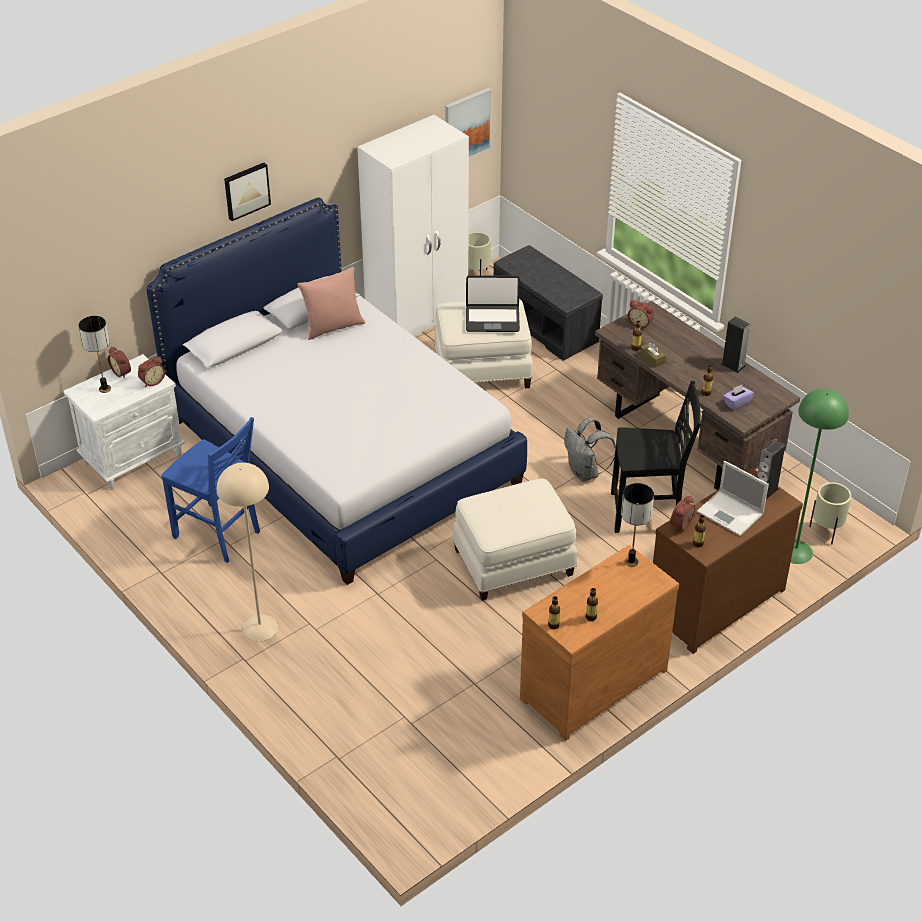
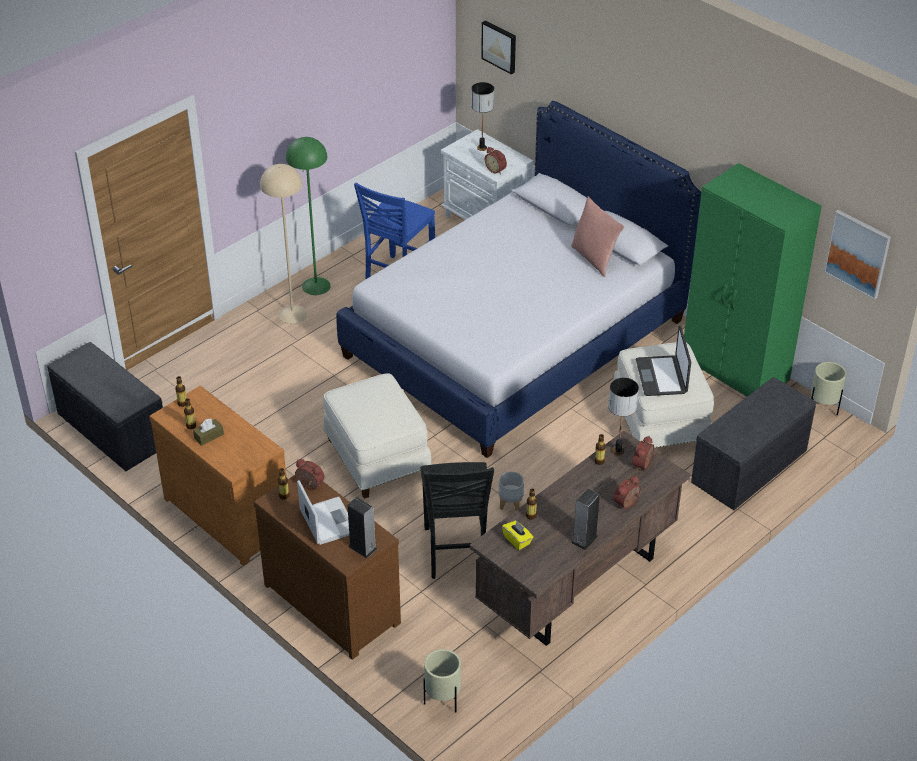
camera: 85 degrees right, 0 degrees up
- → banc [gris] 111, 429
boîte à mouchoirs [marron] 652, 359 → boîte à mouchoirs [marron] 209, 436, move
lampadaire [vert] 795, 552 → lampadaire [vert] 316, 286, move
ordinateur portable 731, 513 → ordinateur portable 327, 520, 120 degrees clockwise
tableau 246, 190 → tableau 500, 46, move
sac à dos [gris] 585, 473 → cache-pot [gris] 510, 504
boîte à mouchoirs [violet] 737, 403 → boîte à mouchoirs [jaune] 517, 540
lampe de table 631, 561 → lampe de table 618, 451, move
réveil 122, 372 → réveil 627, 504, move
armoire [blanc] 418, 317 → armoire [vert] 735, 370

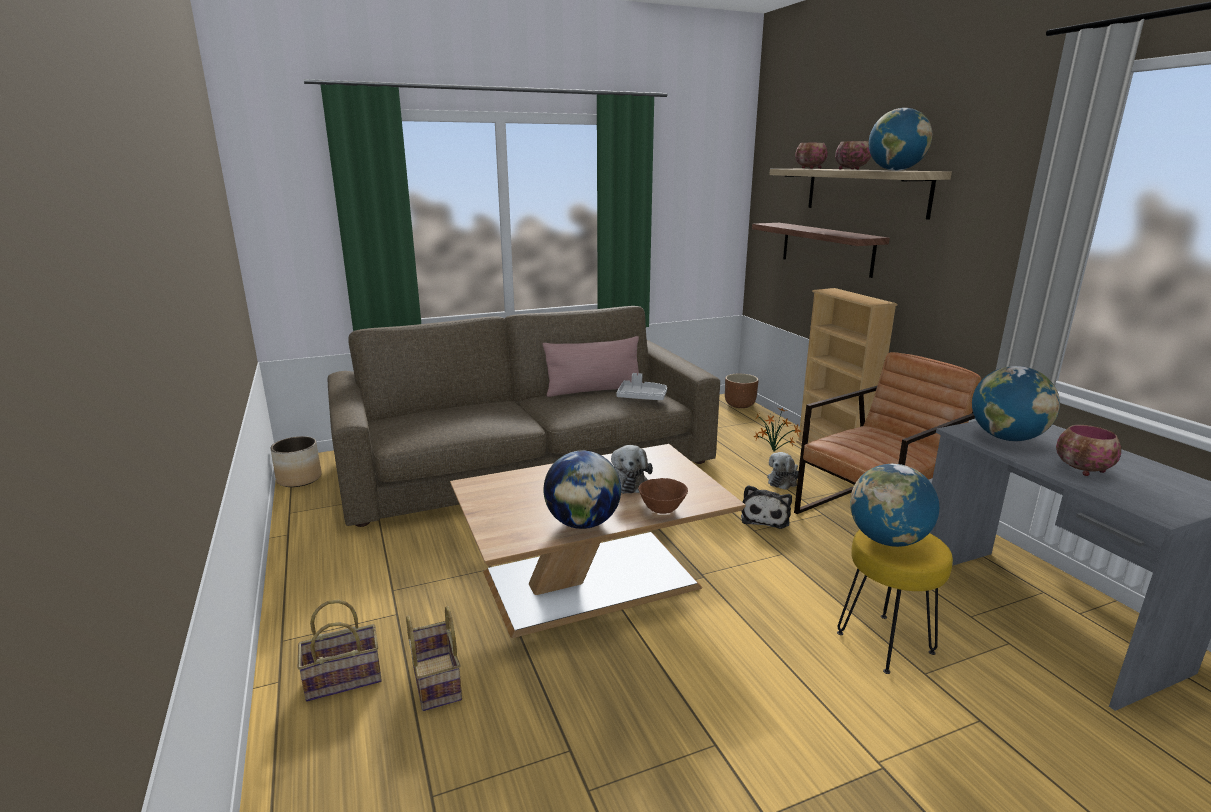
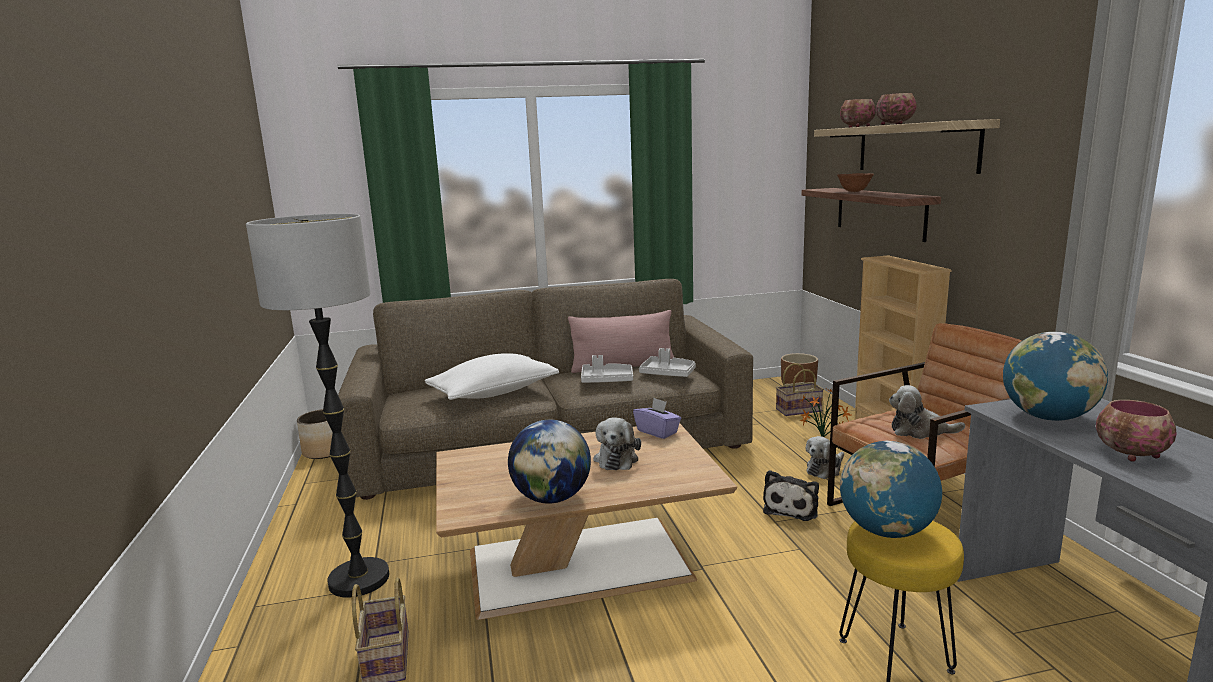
camera: 10 degrees right, 5 degrees down
- → lampadaire 358, 579
- → coussin [blanc] 494, 393
- → plateau [gris] 606, 380
- → boîte à mouchoirs [violet] 657, 432
panier 345, 677 → panier 799, 410, move
bol [marron] 662, 510 → bol [marron] 854, 191, move
- → peluche 920, 431
globe 895, 170 → -

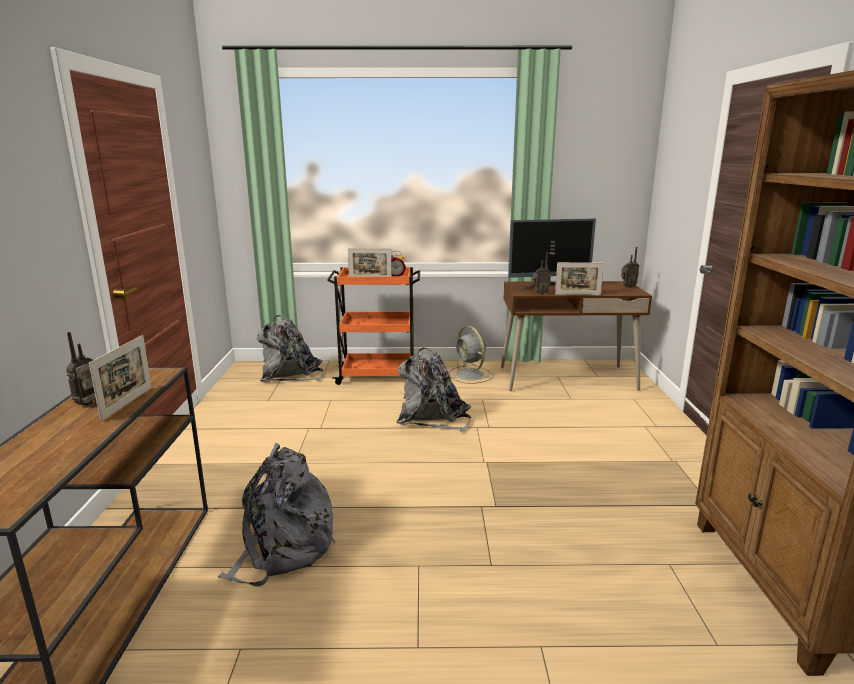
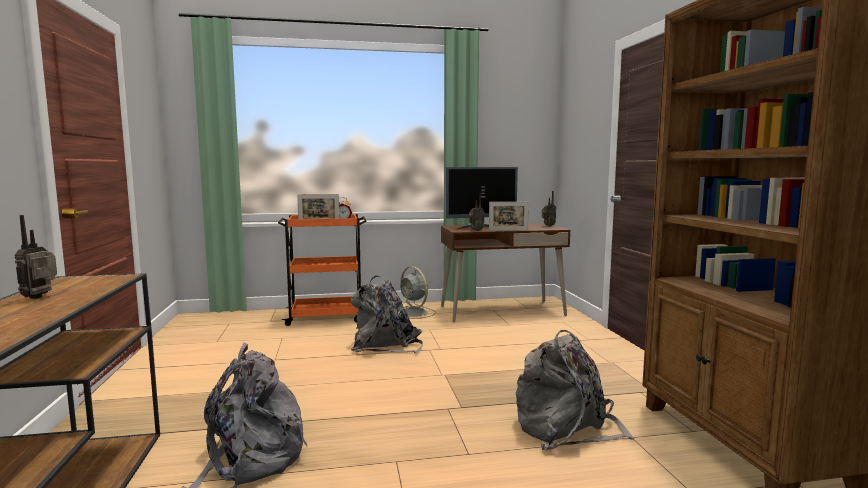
camera: 10 degrees left, 10 degrees down
sac à dos [gris] 290, 374 → sac à dos [gris] 567, 429, move
cadre photo 127, 403 → -

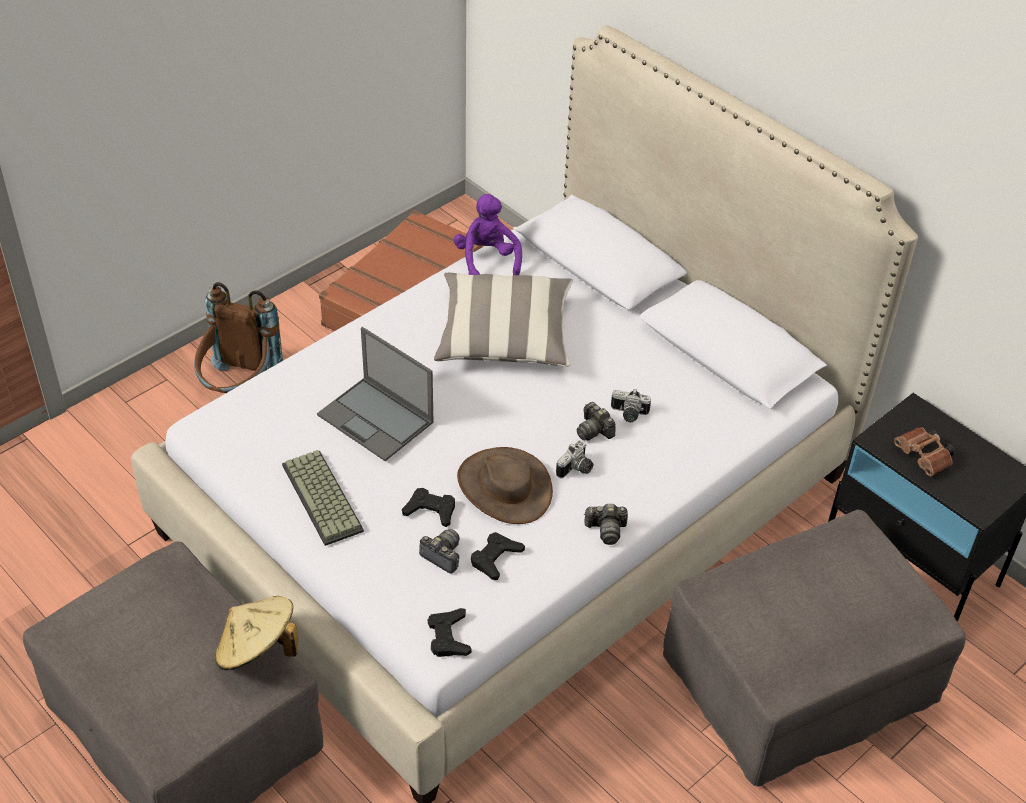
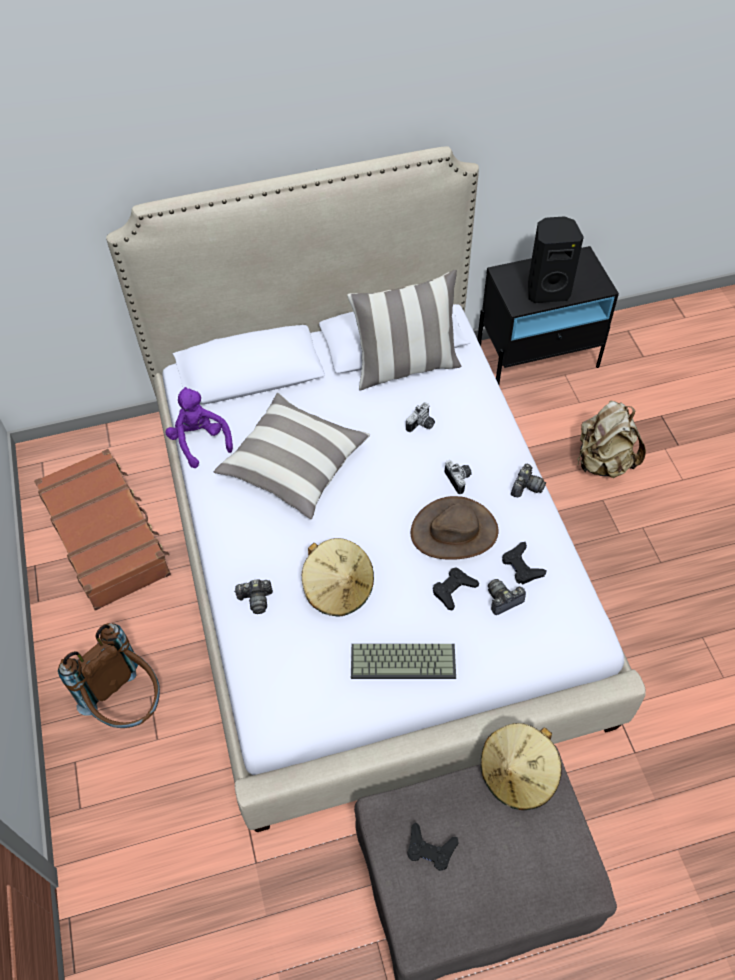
camera: 60 degrees left, 10 degrees up
peluche [violet] 487, 260 → peluche [violet] 200, 441, 45 degrees clockwise
appareil photo 594, 430 → appareil photo 256, 599, move
ordinateur portable 376, 419 → chapeau [beige] 339, 588
- → coussin 405, 366
manette [noir] 448, 637 → manette [noir] 430, 849, move
jumelles [marron] 924, 458 → enceinte [noir] 547, 290
pouf [gris] 799, 681 → sac à dos [beige] 603, 462

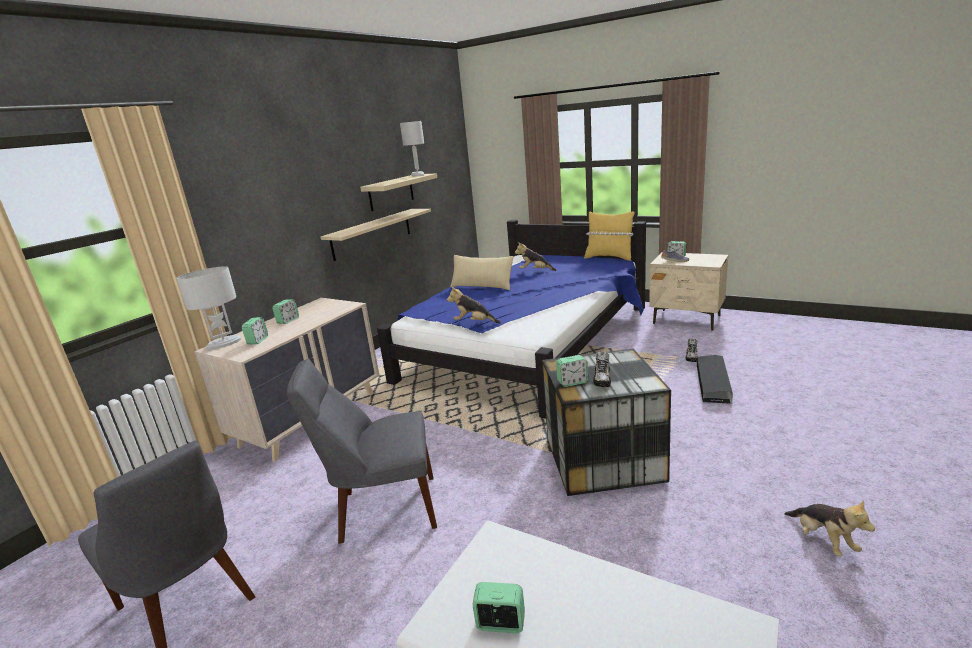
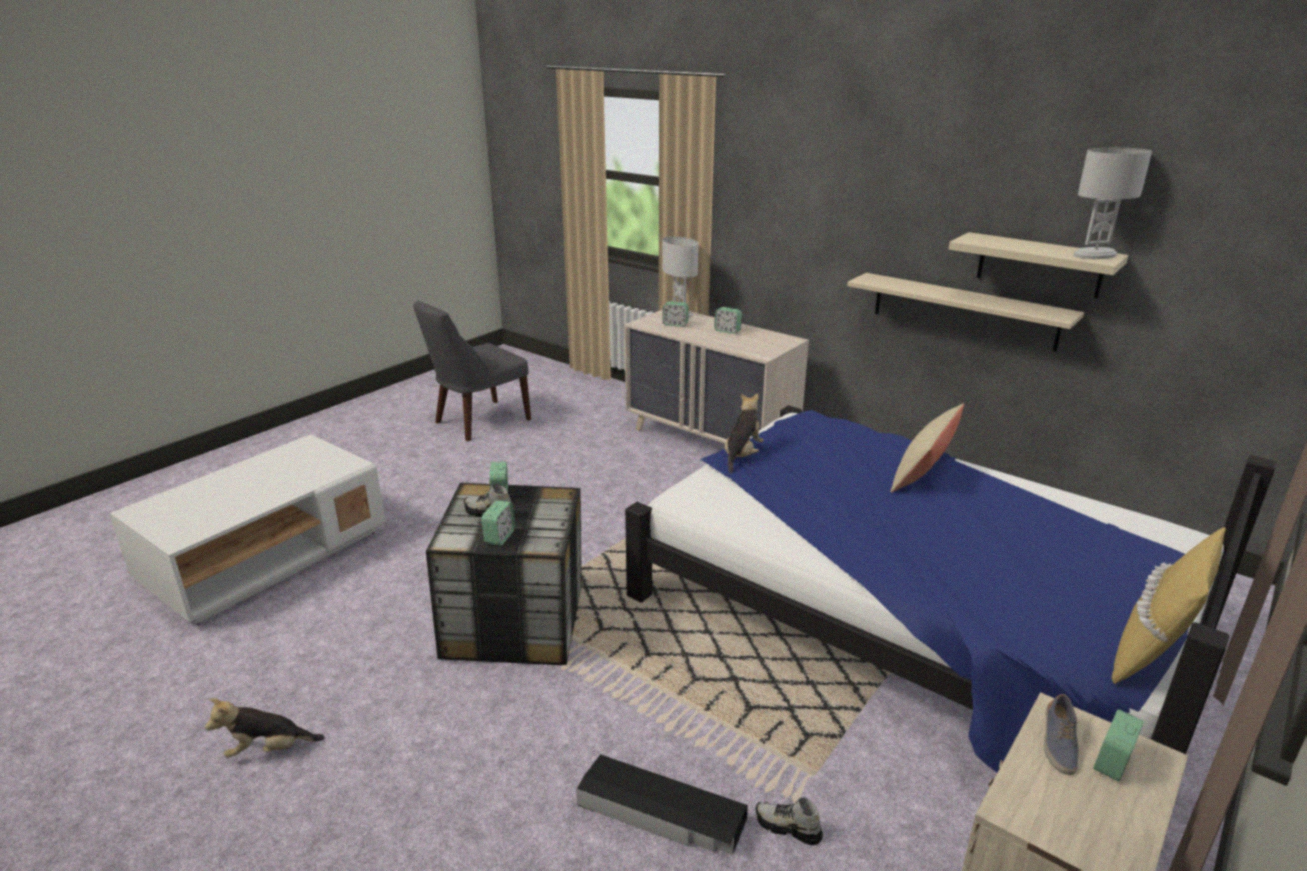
camera: 95 degrees right, 5 degrees up
réveil 501, 623 → réveil 500, 537, move
chaise [gris] 383, 509 → -
peluche 535, 271 → -

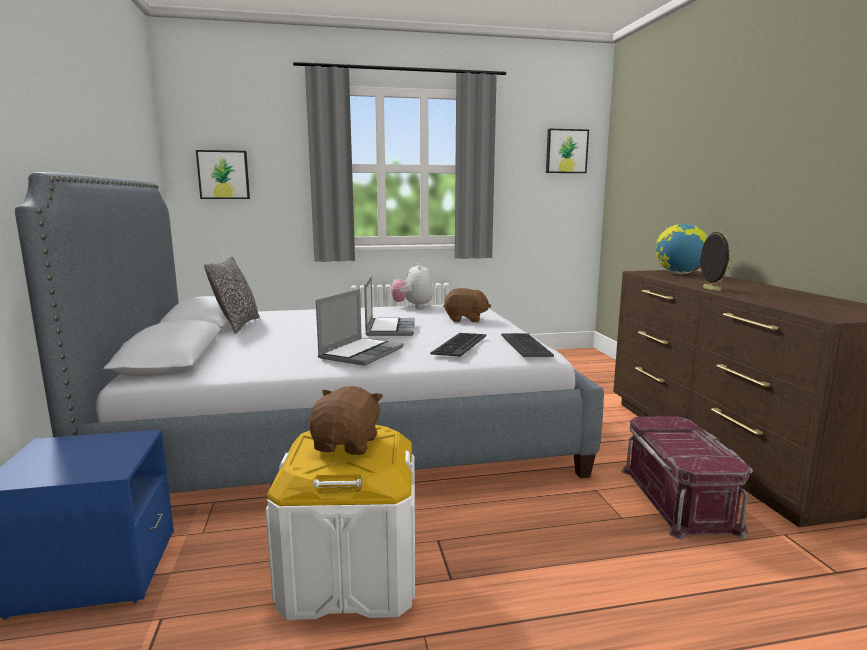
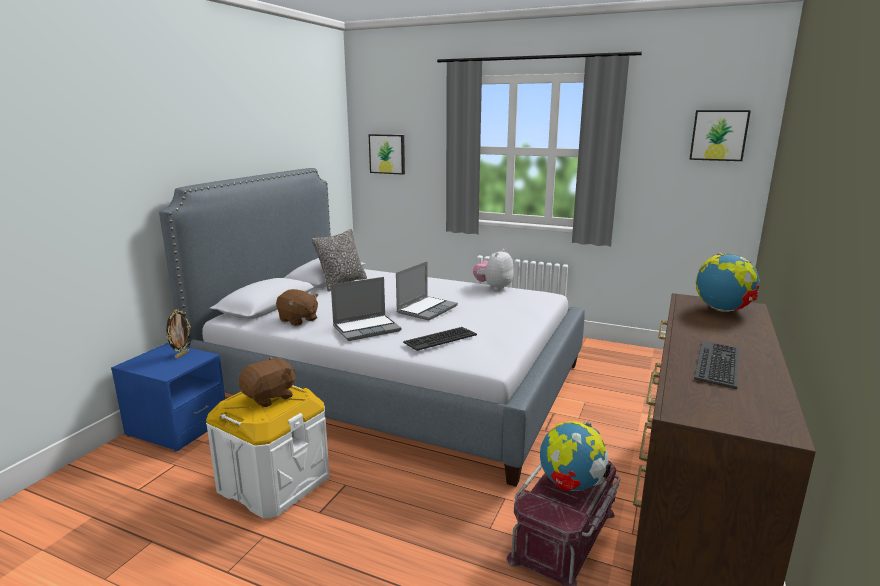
camera: 35 degrees right, 5 degrees up
cadre photo 710, 289 → cadre photo 181, 355, move
peluche [marron] 465, 319 → peluche [marron] 298, 320, move
- → globe 571, 485
clavier 526, 345 → clavier 718, 364, move

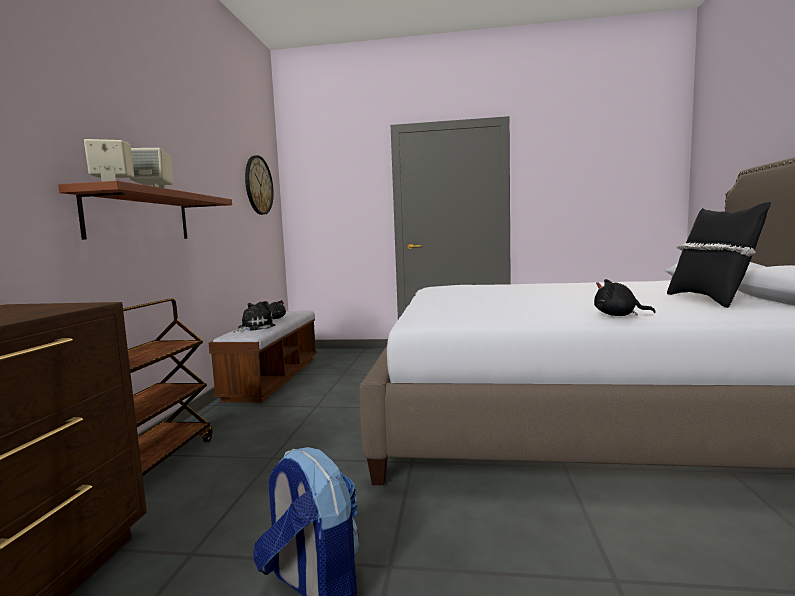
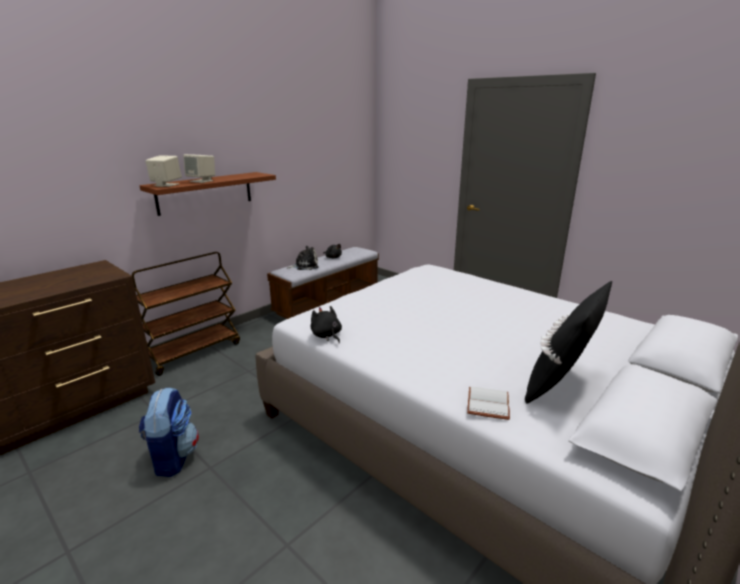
camera: 35 degrees right, 15 degrees up
peluche [noir] 618, 315 → peluche [noir] 327, 335, move
- → livre [blanc] 489, 404
horloge murale 258, 185 → -

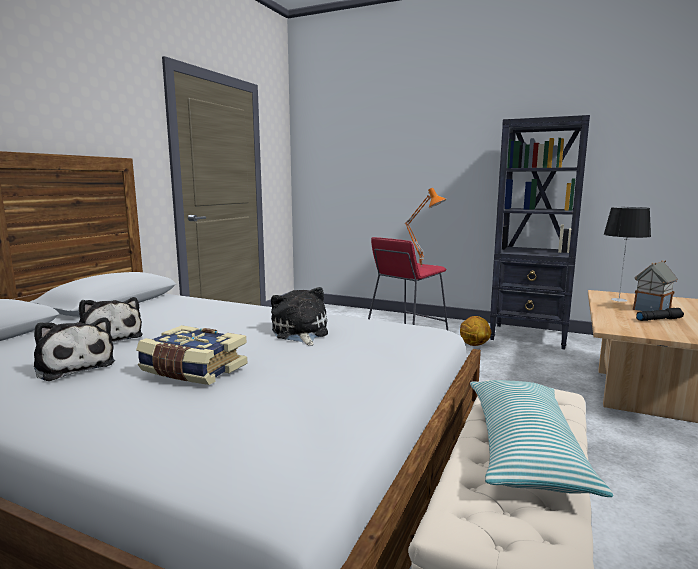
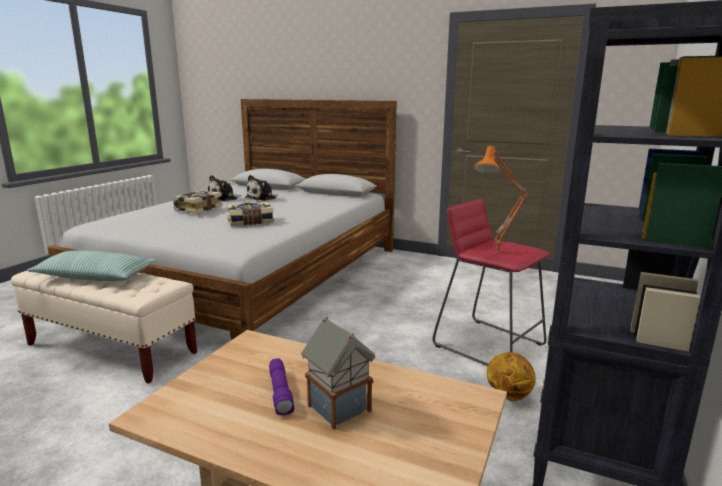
camera: 90 degrees right, 5 degrees up
peluche 300, 333 → livre 250, 222
lampe de poche [noir] 658, 319 → lampe de poche [violet] 281, 393
lampe de table 618, 300 → -

